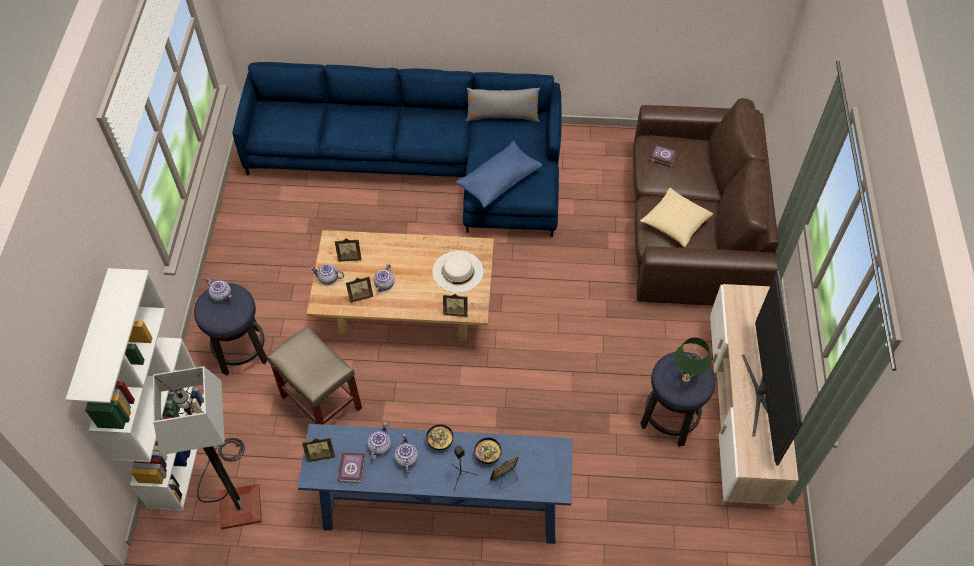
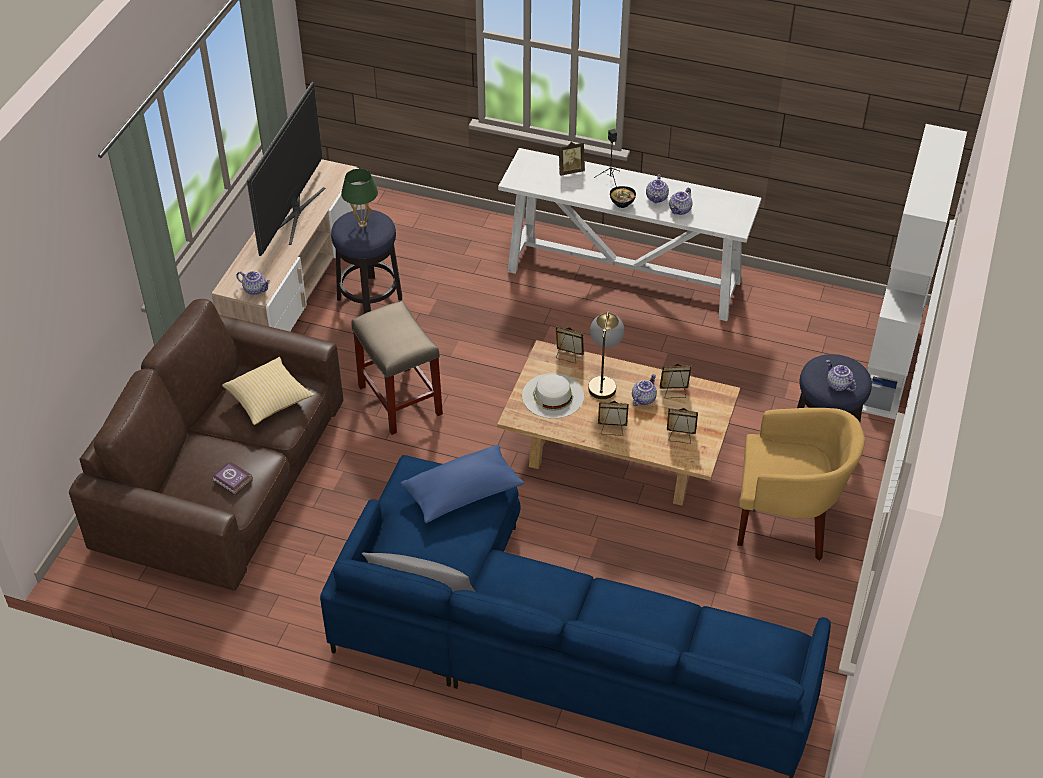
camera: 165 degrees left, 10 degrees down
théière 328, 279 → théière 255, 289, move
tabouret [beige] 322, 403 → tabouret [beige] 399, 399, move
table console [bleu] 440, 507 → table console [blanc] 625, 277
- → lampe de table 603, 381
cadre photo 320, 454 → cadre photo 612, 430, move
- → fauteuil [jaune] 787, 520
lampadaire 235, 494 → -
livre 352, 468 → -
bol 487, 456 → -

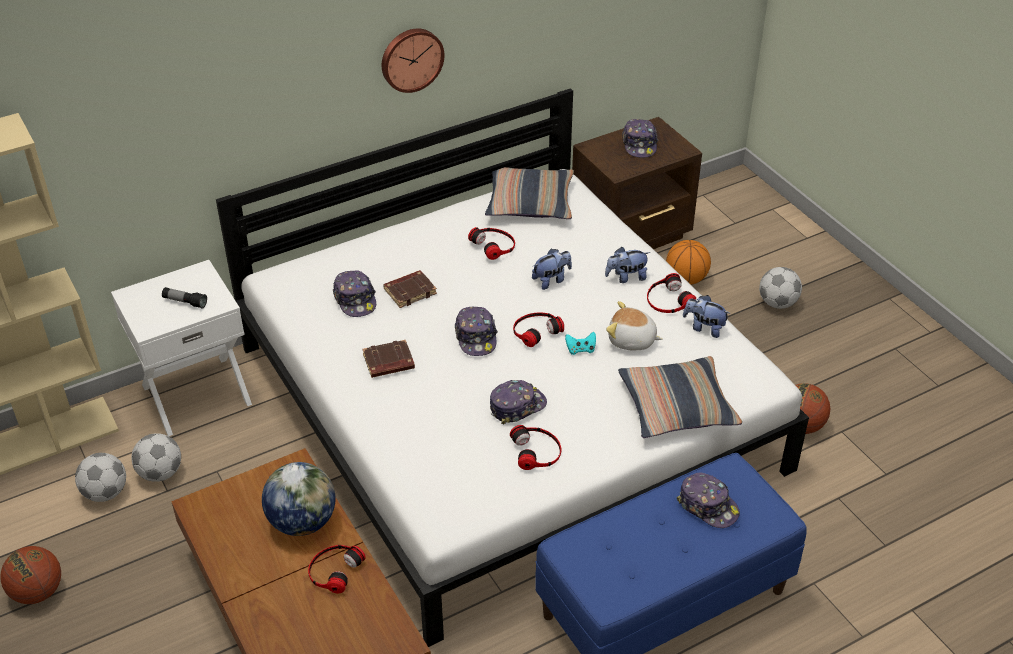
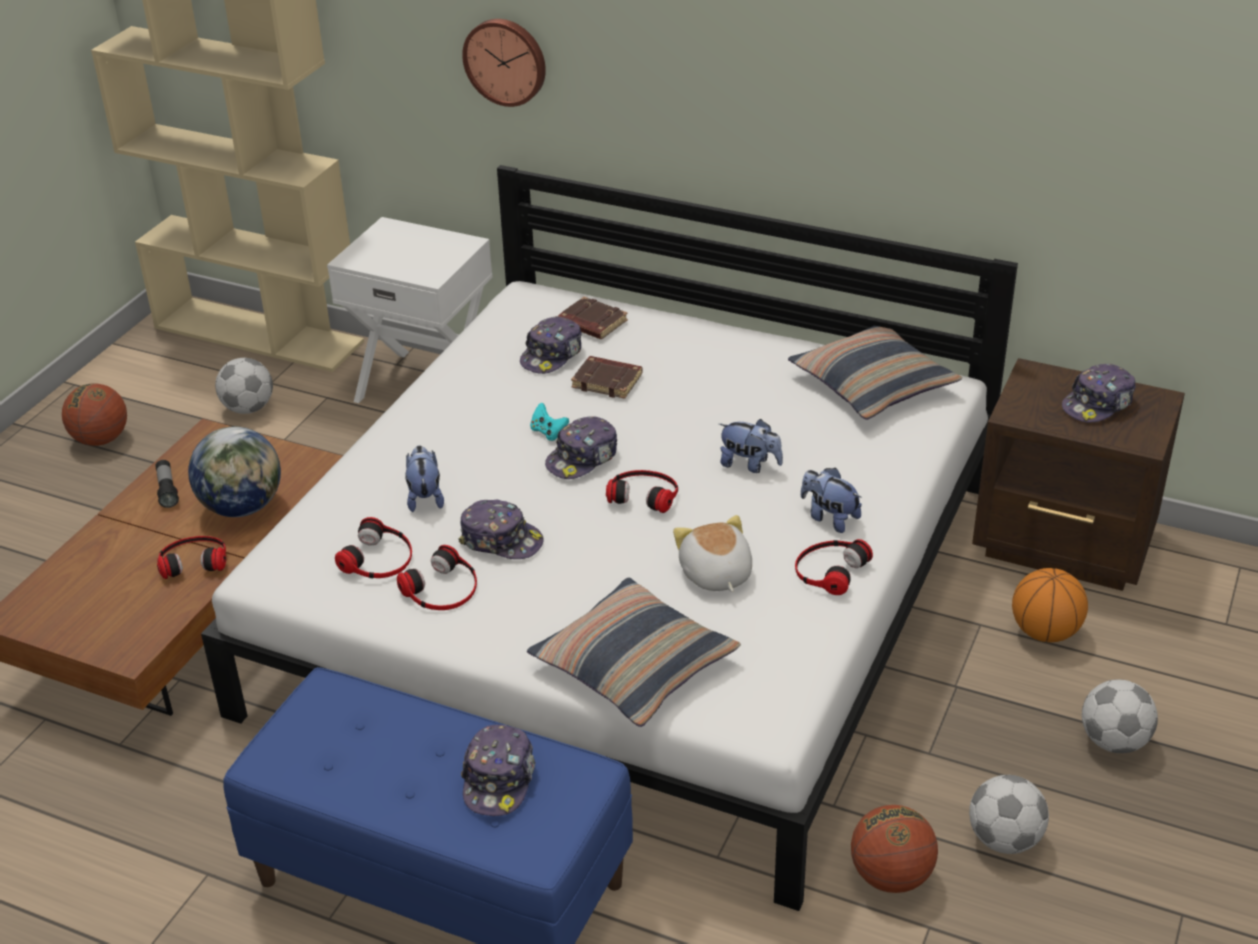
camera: 55 degrees right, 5 degrees down
lampe de poche 185, 302 → lampe de poche 167, 490, move
casque audio 494, 245 → casque audio 378, 558, move
peluche 704, 328 → peluche 425, 497, move
horloge murale 411, 59 → horloge murale 506, 61, move
manette [turquoise] 580, 349 → manette [turquoise] 548, 432, move
livre [marron] 388, 363 → livre [marron] 591, 323, move
ballon de foot 161, 473 → ballon de foot 1004, 840, move

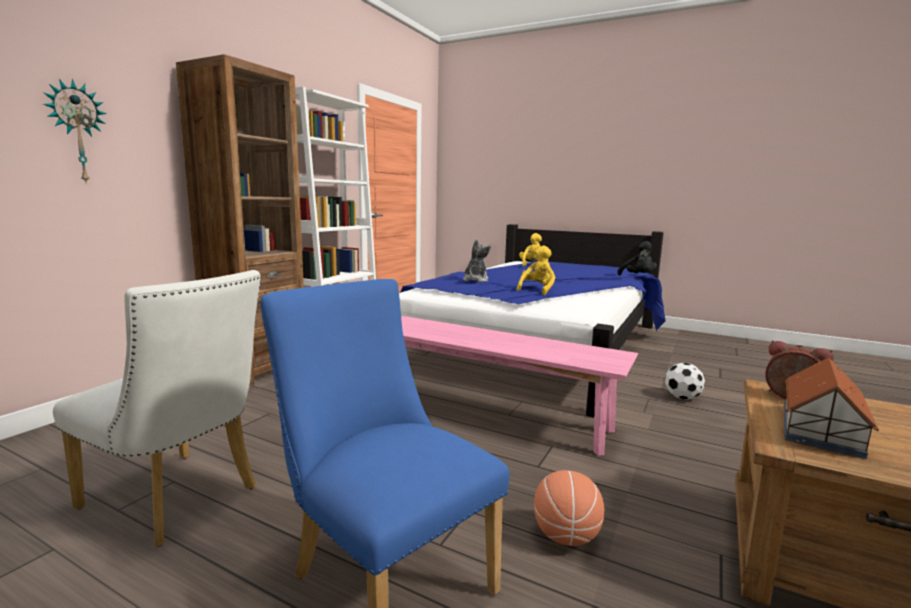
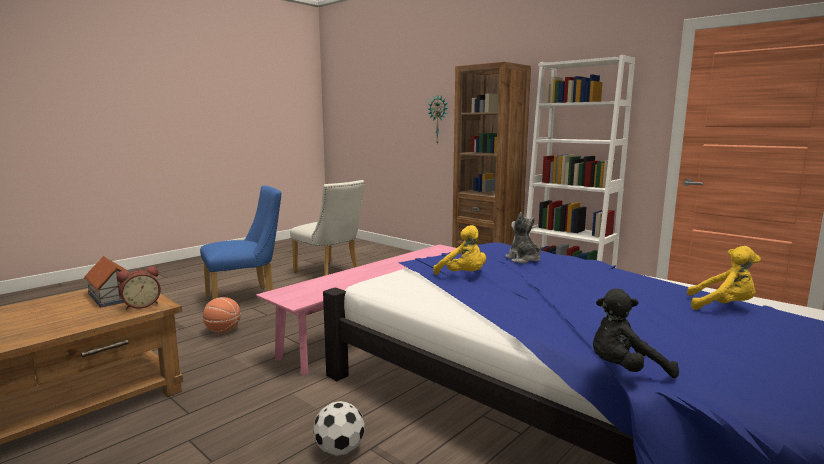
camera: 105 degrees right, 0 degrees up
chaise [blanc] 179, 500 → chaise [blanc] 330, 273, 90 degrees counterclockwise
peluche 475, 280 → peluche 523, 259, 150 degrees counterclockwise

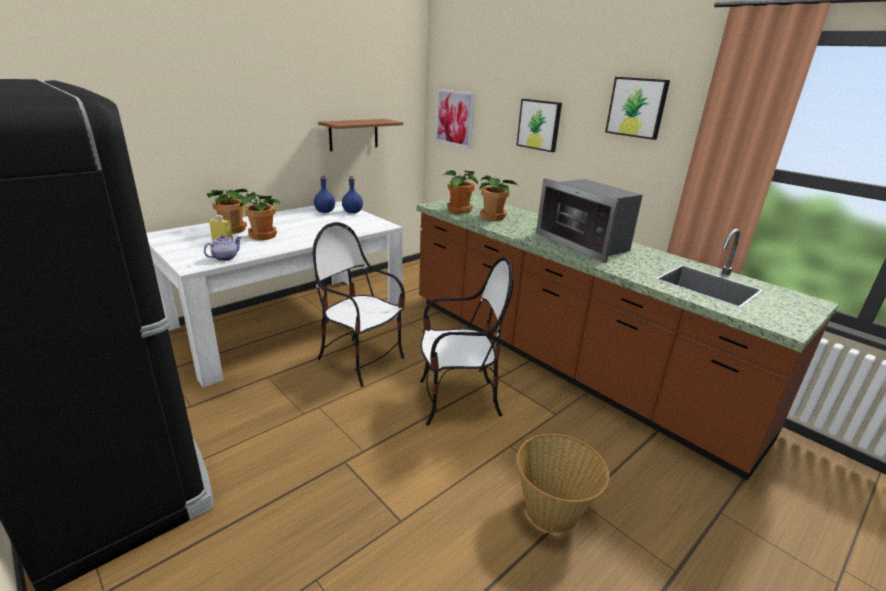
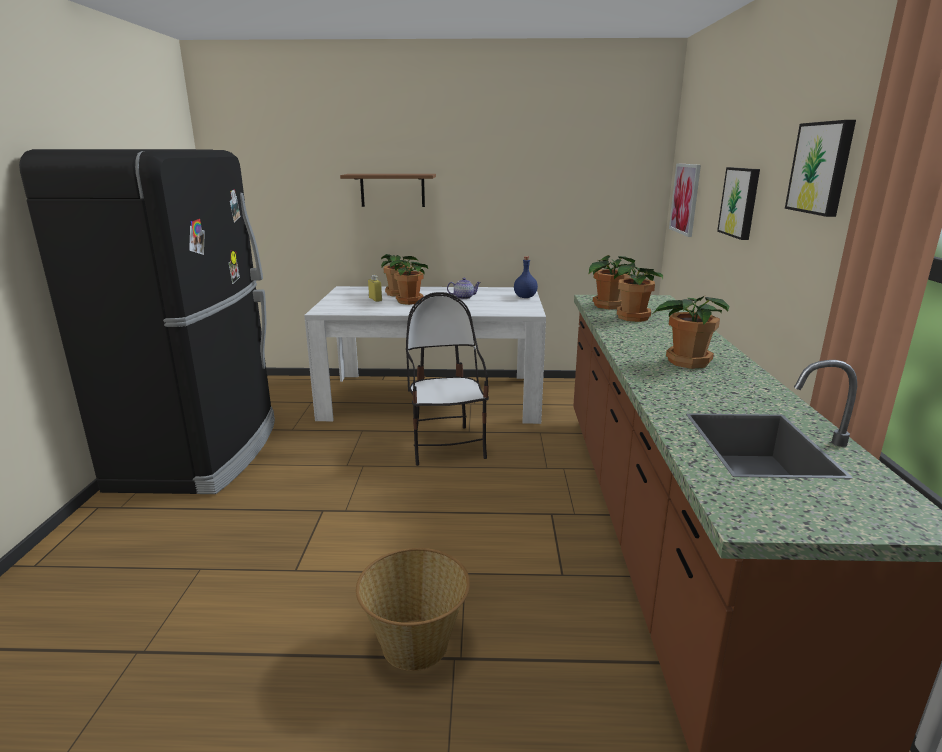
camera: 45 degrees right, 5 degrees down
étagère [marron] 353, 134 → étagère [marron] 392, 190, move
théière 225, 257 → théière 464, 297, move
micro-ondes 584, 243 → plante en pot 686, 361
bouteille [bleu] 324, 212 → -
chaise 457, 400 → -

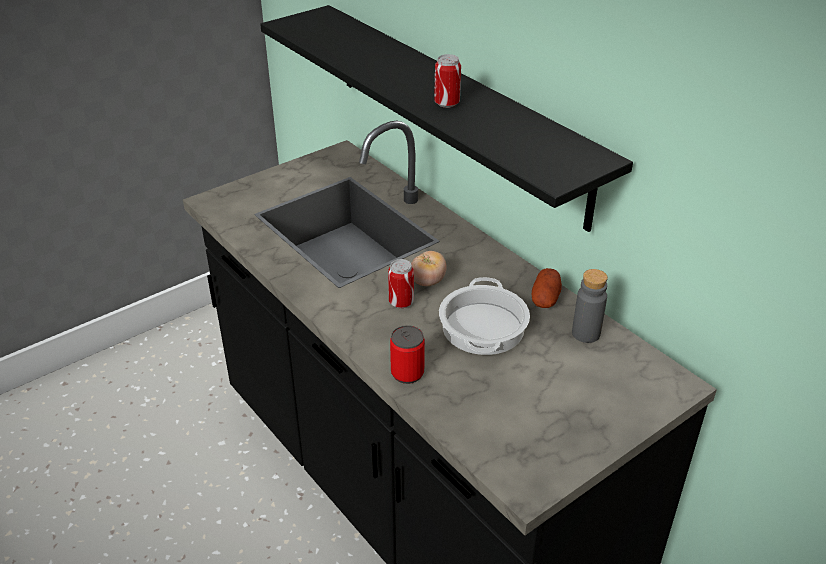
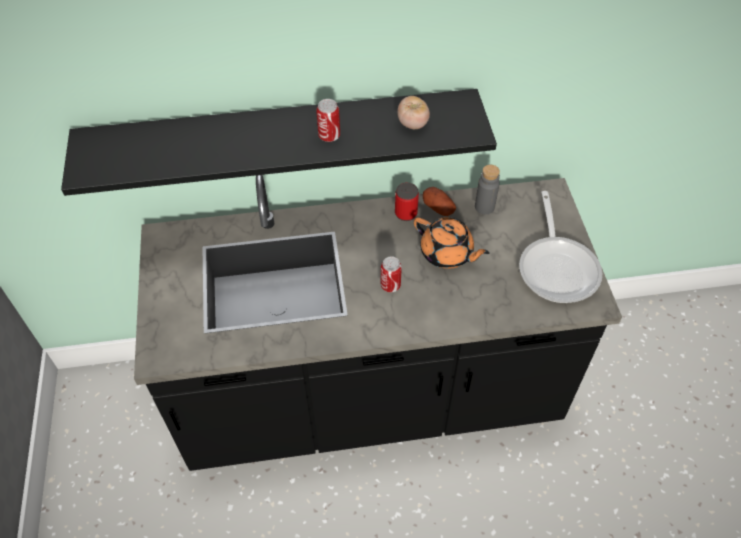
camera: 60 degrees left, 15 degrees up
boîte métallique 407, 373 → boîte métallique 406, 213, move
tomate 427, 281 → tomate 412, 124, move
marmite 484, 328 → théière [orange] 447, 253
- → poêle 557, 267

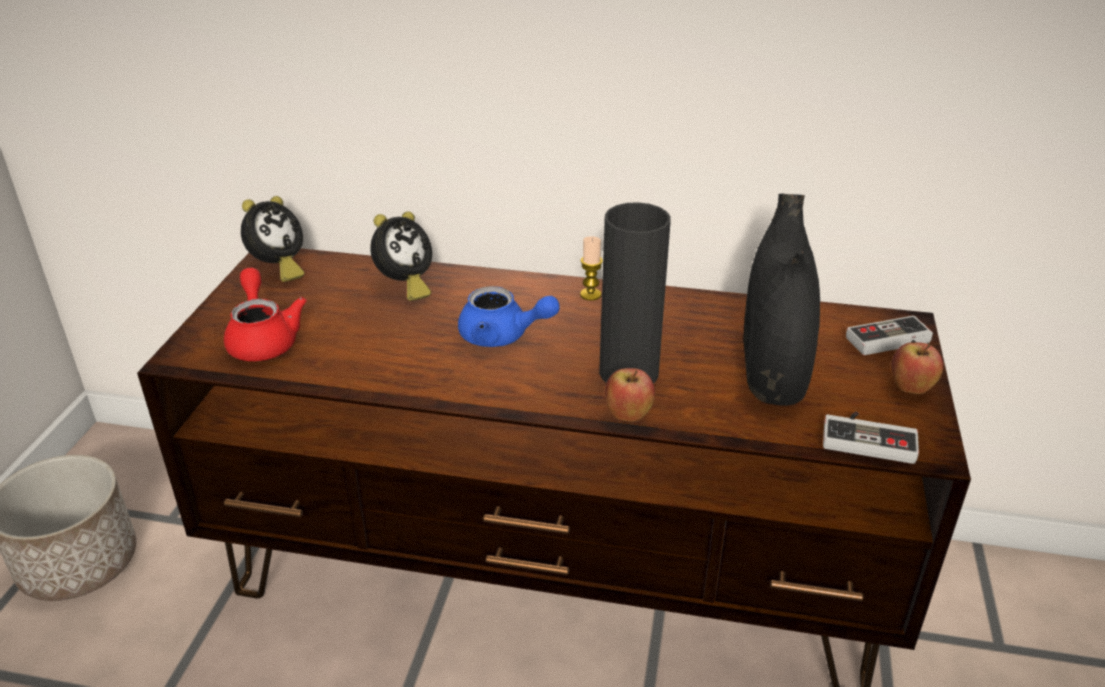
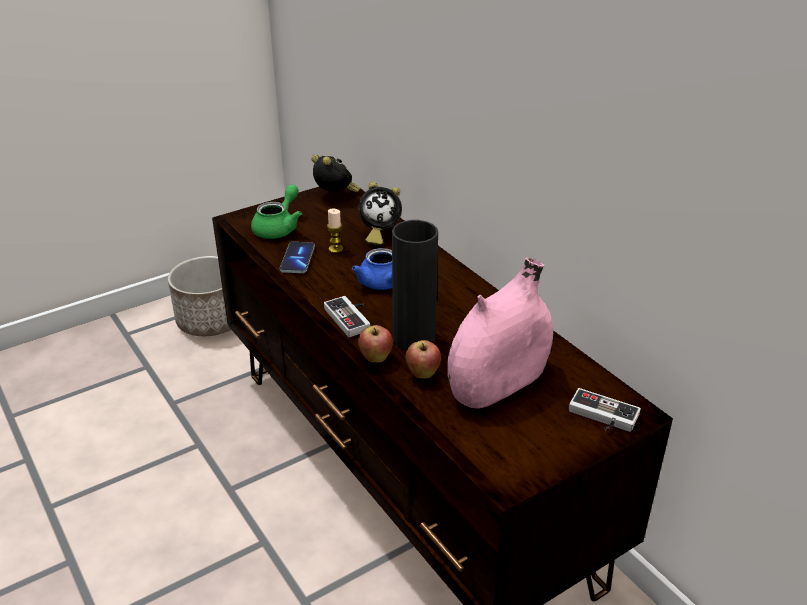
camera: 45 degrees right, 0 degrees up
théière [rouge] 263, 339 → théière [vert] 279, 228
- → téléphone 297, 259
réveil 278, 269 → réveil 335, 196, 120 degrees counterclockwise
manette 868, 438 → manette 352, 318, move
bougie 590, 295 → bougie 336, 249, move
pomme 910, 389 → pomme 423, 374, move
vase [noir] 772, 367 → vase [rose] 498, 383

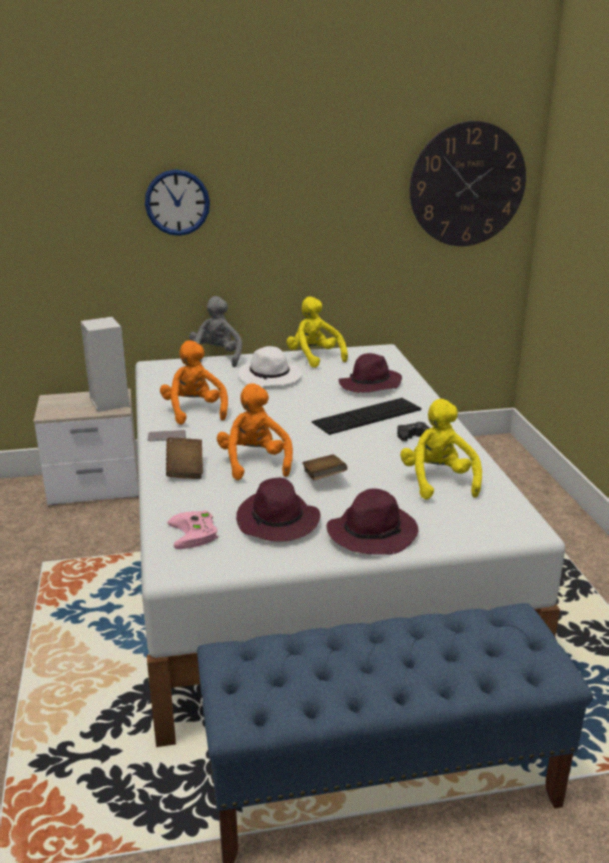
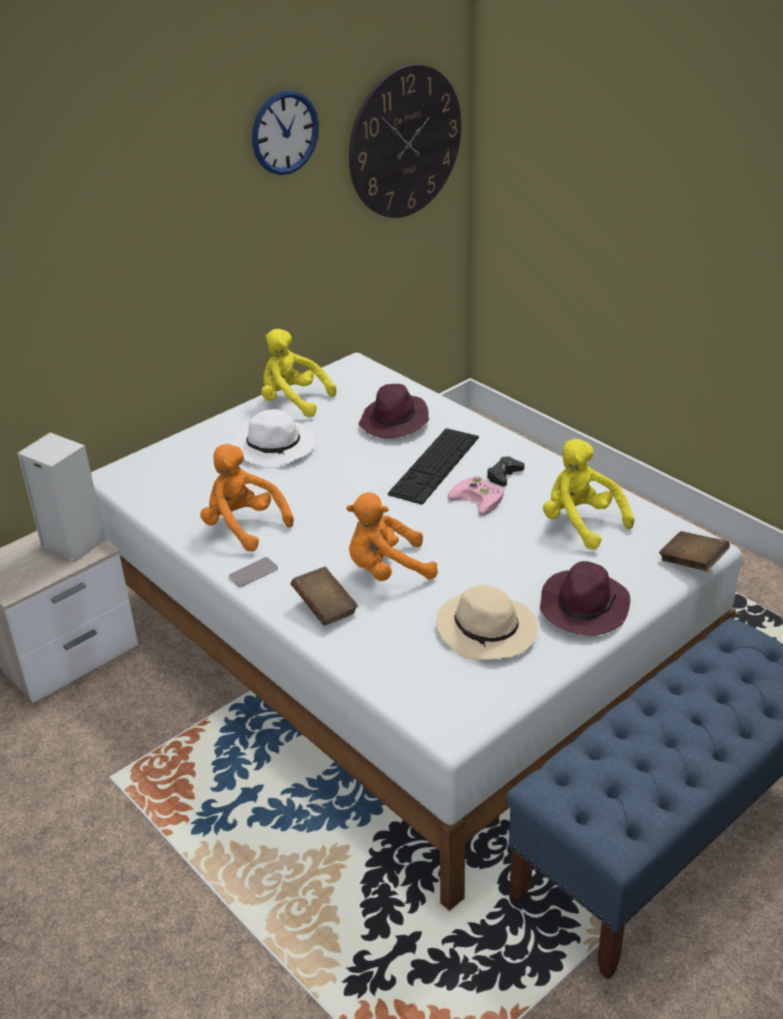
camera: 30 degrees left, 10 degrees up
horloge murale 177, 202 → horloge murale 285, 132, move
peluche [orange] 254, 463 → peluche [orange] 387, 570, 60 degrees counterclockwise
chapeau [violet] 278, 522 → chapeau [beige] 487, 631
manette [rose] 195, 533 → manette [rose] 480, 498, move
livre [marron] 323, 479 → livre [marron] 692, 563, move
peluche [gris] 216, 358 → -

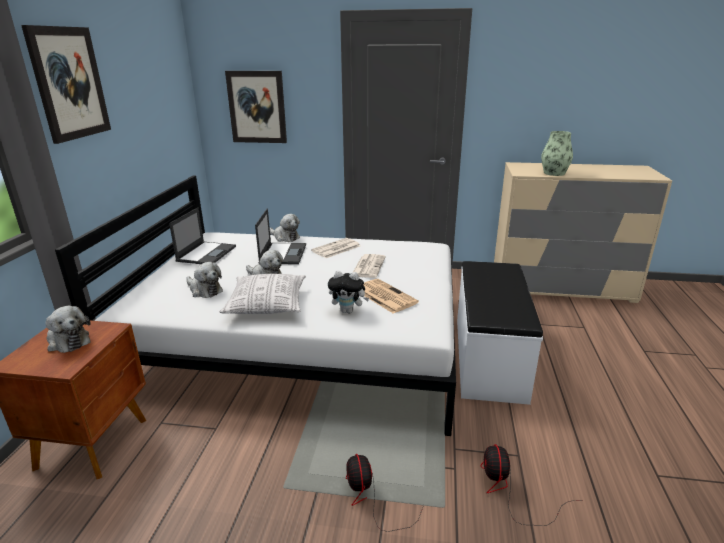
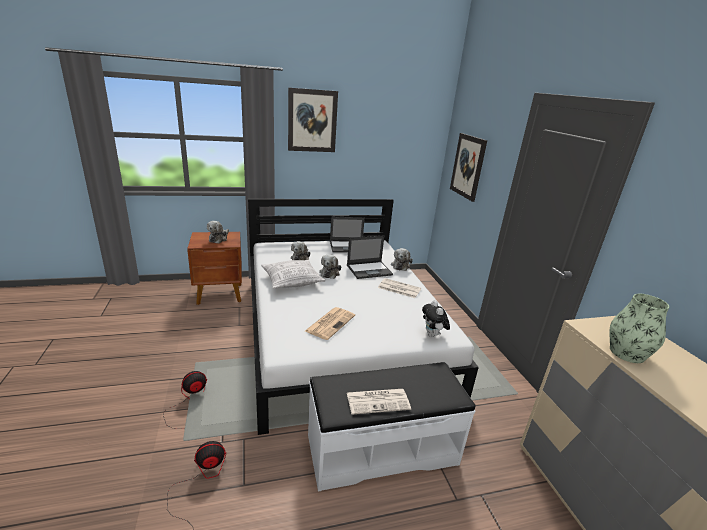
camera: 65 degrees right, 0 degrees up
journal 368, 266 → journal 378, 401, move
peluche 348, 311 → peluche 433, 335, move

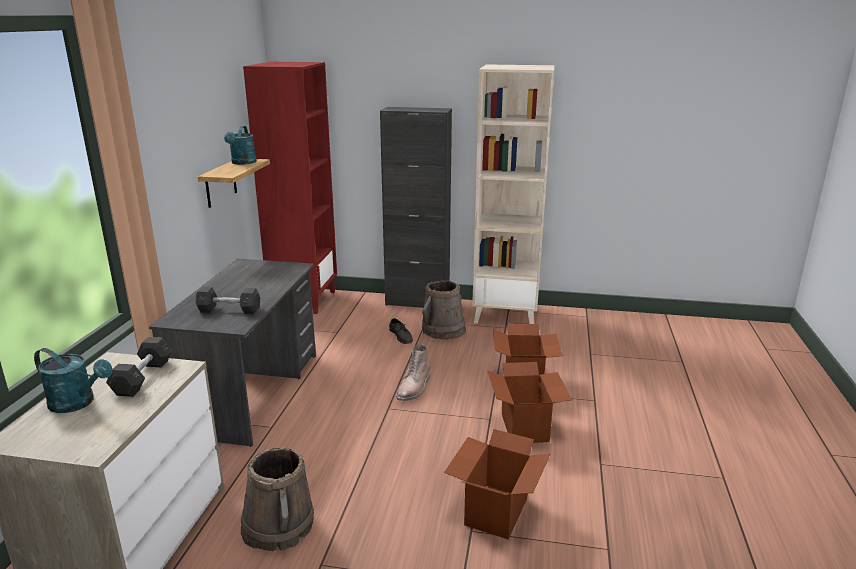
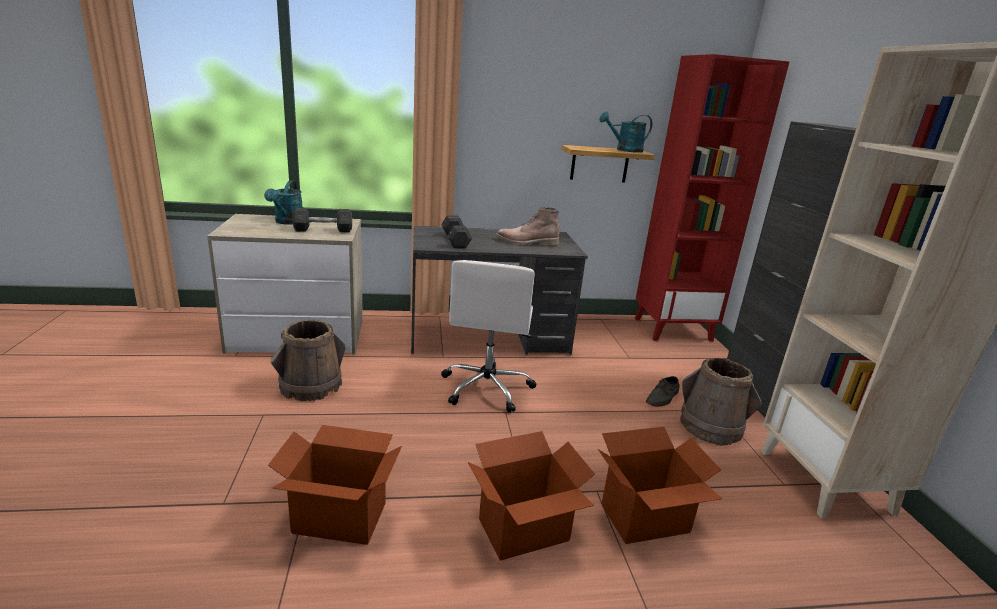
camera: 70 degrees right, 0 degrees up
- → chaise de bureau [blanc] 487, 387
botte [marron] 414, 388 → botte [marron] 526, 242, move

